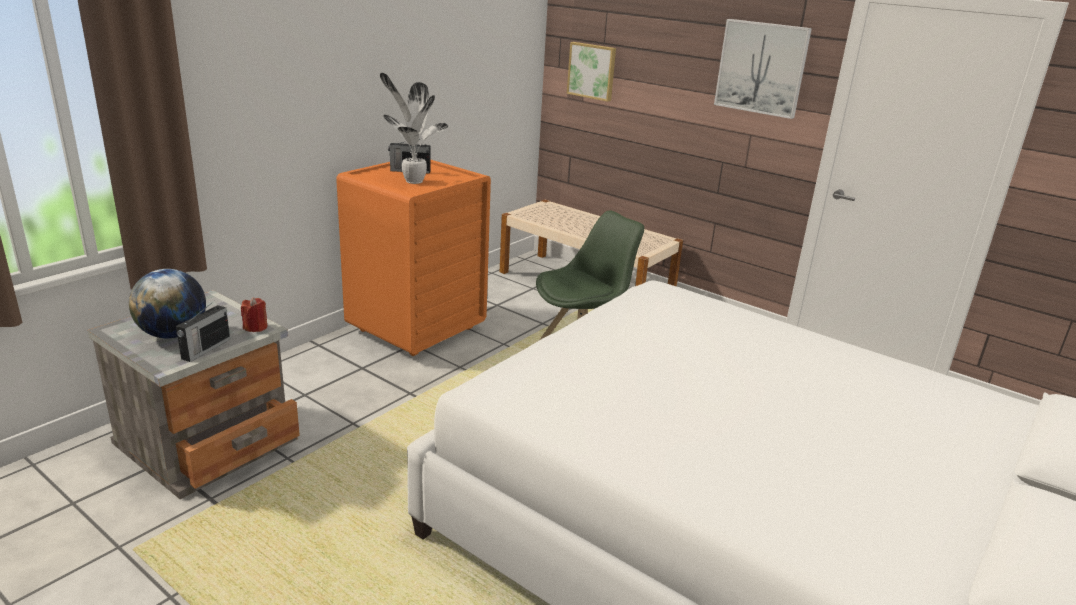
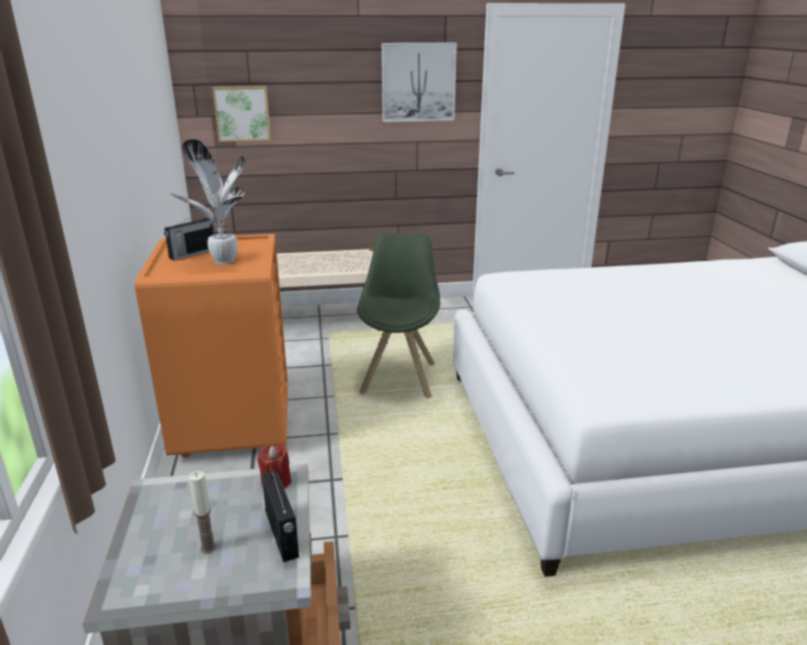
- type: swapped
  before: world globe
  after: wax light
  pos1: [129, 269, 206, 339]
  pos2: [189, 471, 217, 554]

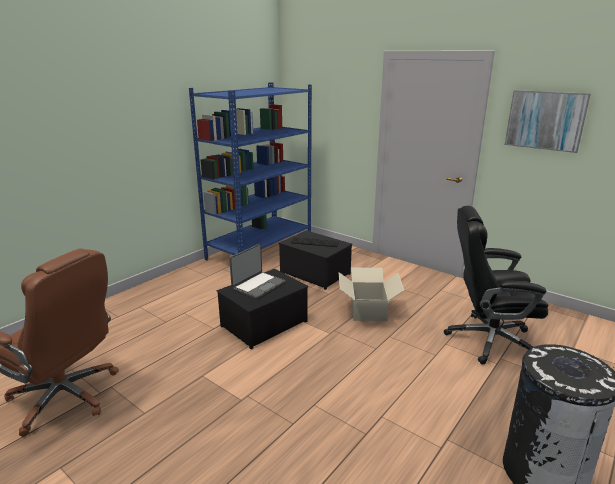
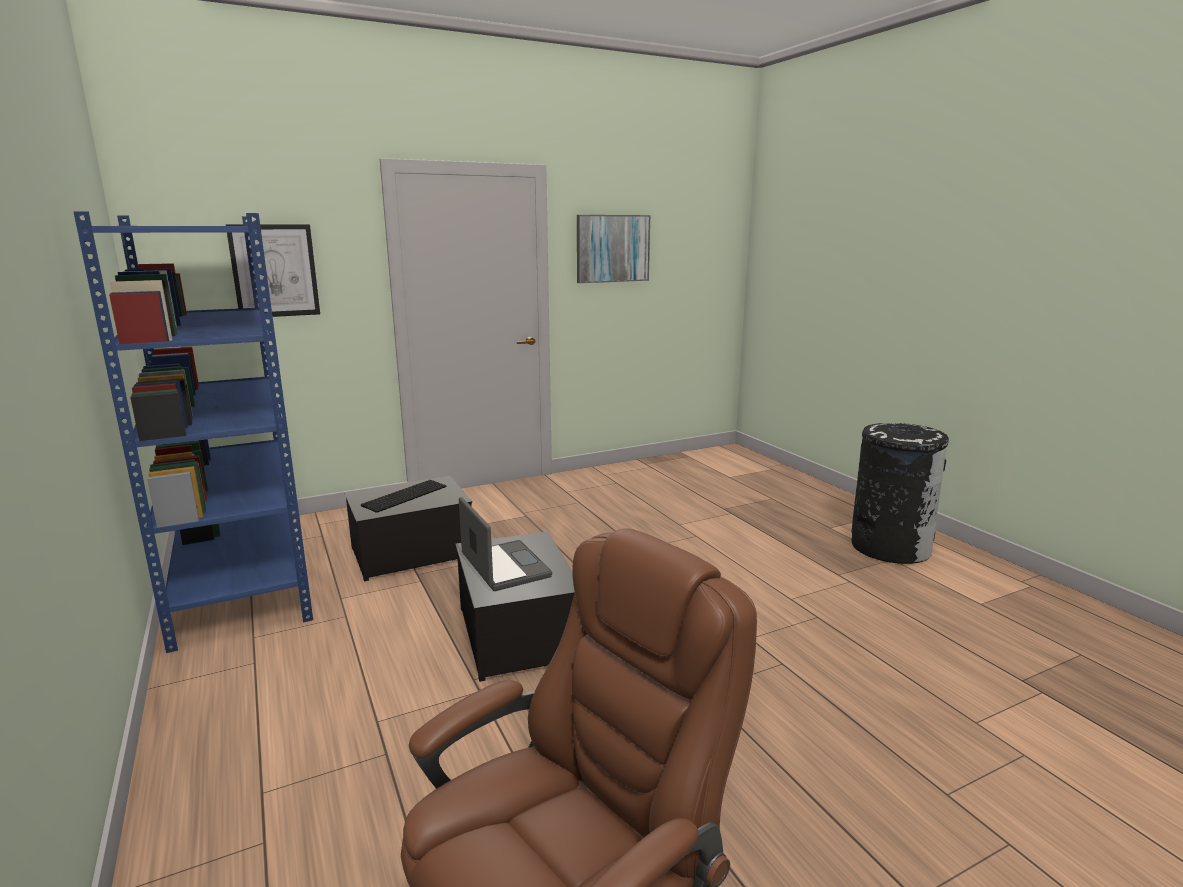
- type: new
  after: wall art
  pos2: [226, 224, 320, 317]
- type: gone
  before: packing box
  pos1: [339, 267, 404, 321]
- type: gone
  before: desk chair (blackish)
  pos1: [444, 206, 548, 365]

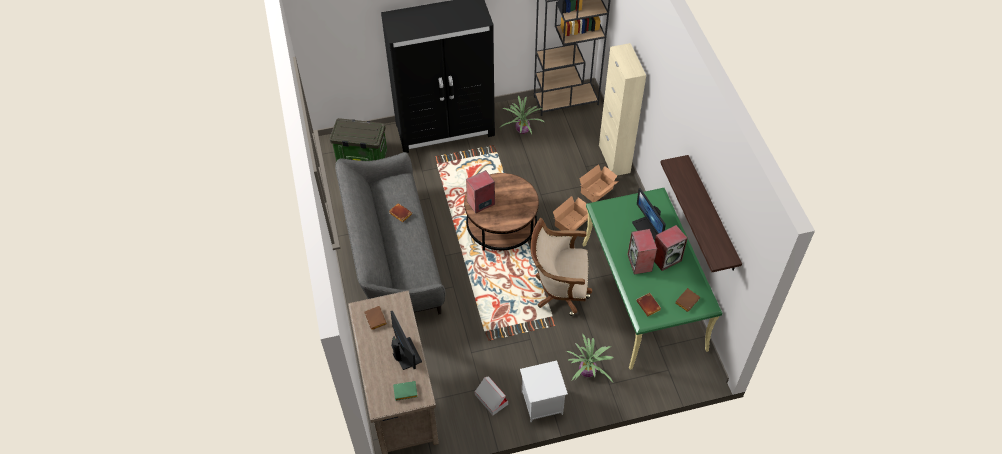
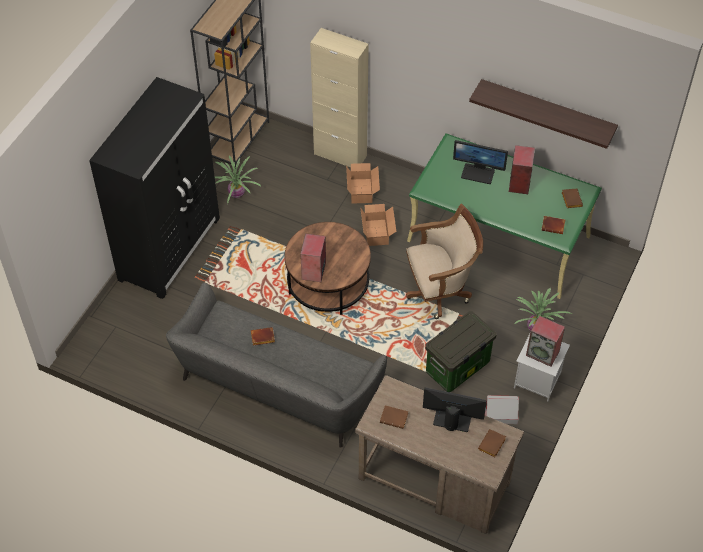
- type: rotated
  before: desk chair
  pos1: [531, 218, 592, 316]
  pos2: [406, 203, 483, 319]
  turn: -150
- type: shifted
  before: storage bin
  pos1: [330, 118, 387, 161]
  pos2: [425, 311, 497, 392]
- type: repainted
  before: book (greenish)
  after: book (brownish)
  pos1: [393, 381, 418, 401]
  pos2: [478, 429, 506, 457]
- type: shifted
  before: speaker
  pos1: [627, 229, 657, 275]
  pos2: [526, 316, 565, 367]

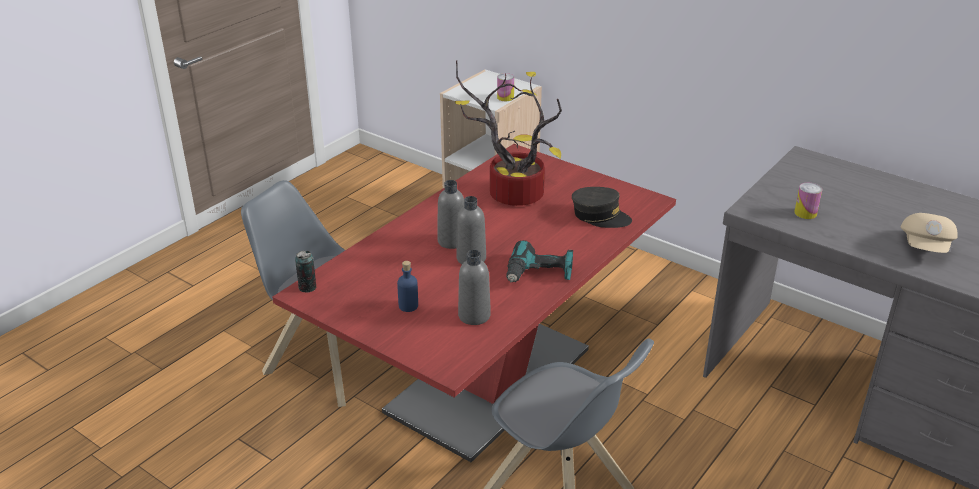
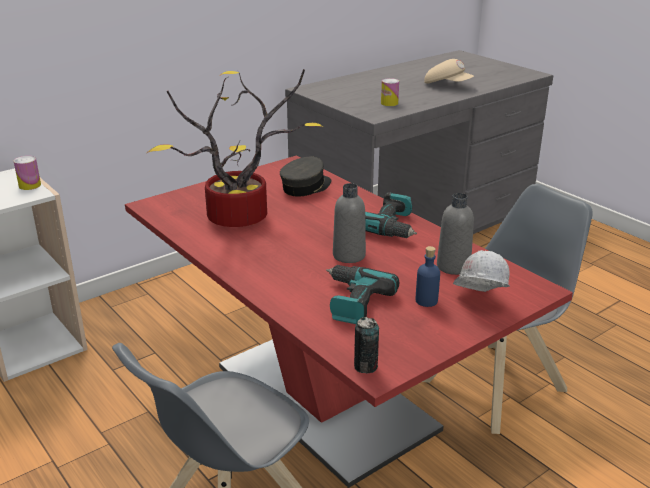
- type: new
  after: power drill
  pos2: [326, 265, 399, 324]
- type: new
  after: safety helmet (white)
  pos2: [453, 250, 510, 292]
- type: gone
  before: bottle (gray)
  pos1: [437, 180, 464, 249]

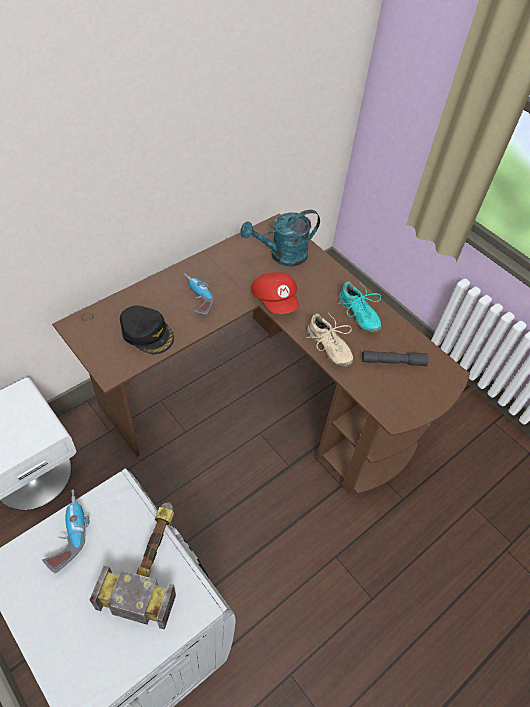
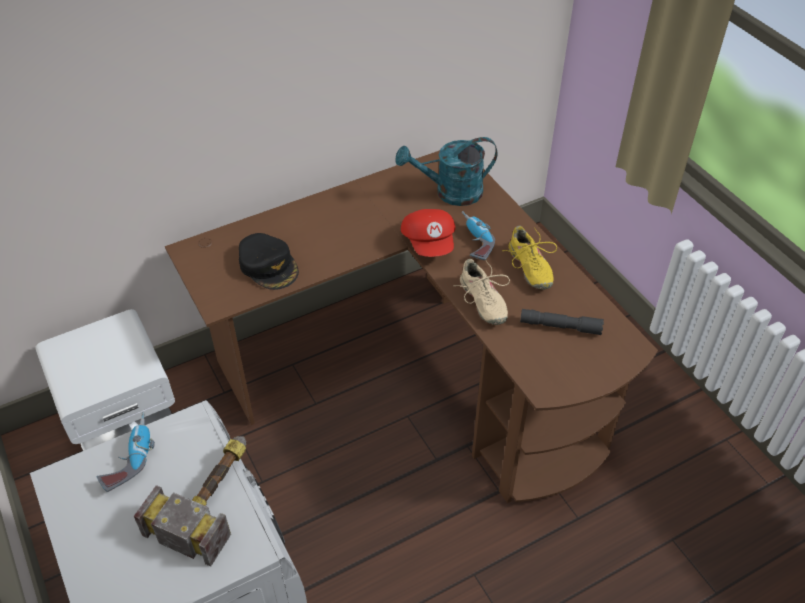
- type: shifted
  before: power drill
  pos1: [184, 273, 214, 315]
  pos2: [461, 211, 495, 260]
- type: repainted
  before: shoe (turquoise-coloured)
  after: shoe (yellowish)
  pos1: [338, 281, 381, 333]
  pos2: [502, 226, 557, 290]

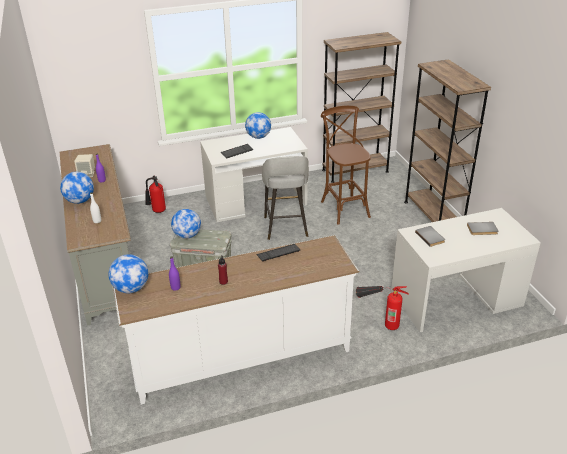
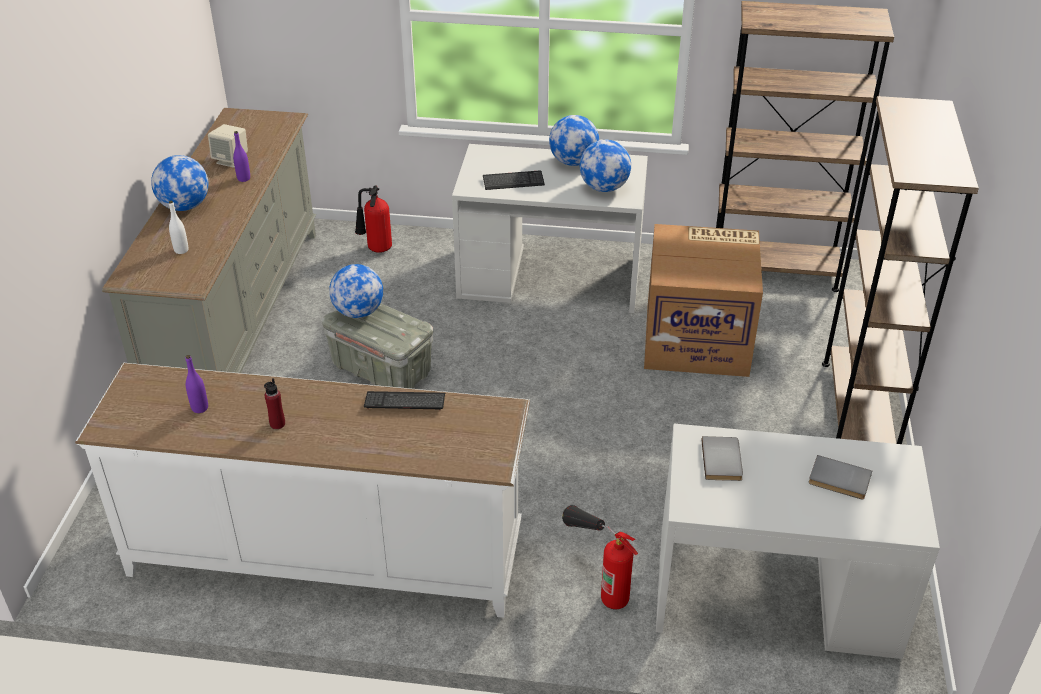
- type: shifted
  before: world globe
  pos1: [109, 254, 148, 293]
  pos2: [580, 140, 631, 192]
- type: swapped
  before: stool (brownish)
  after: packing box
  pos1: [321, 106, 371, 225]
  pos2: [644, 224, 763, 377]
- type: gone
  before: stool (gray)
  pos1: [262, 156, 309, 240]

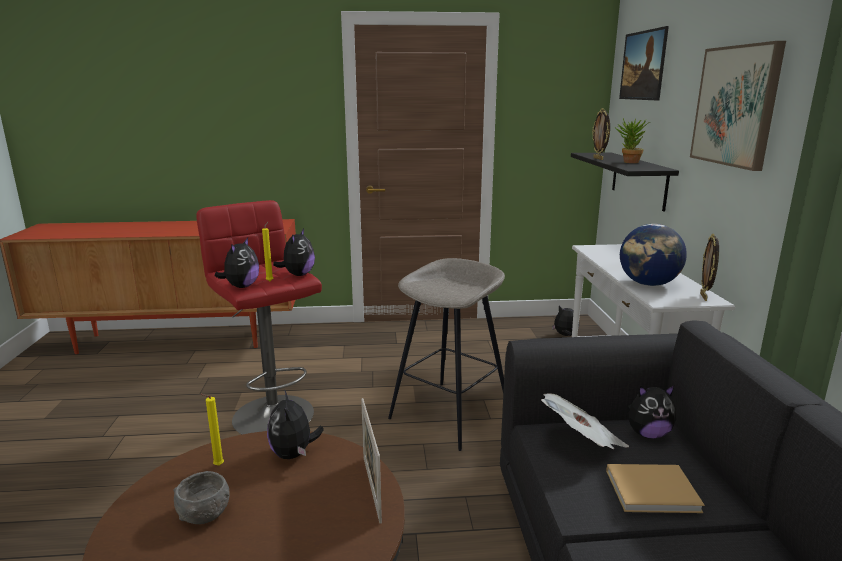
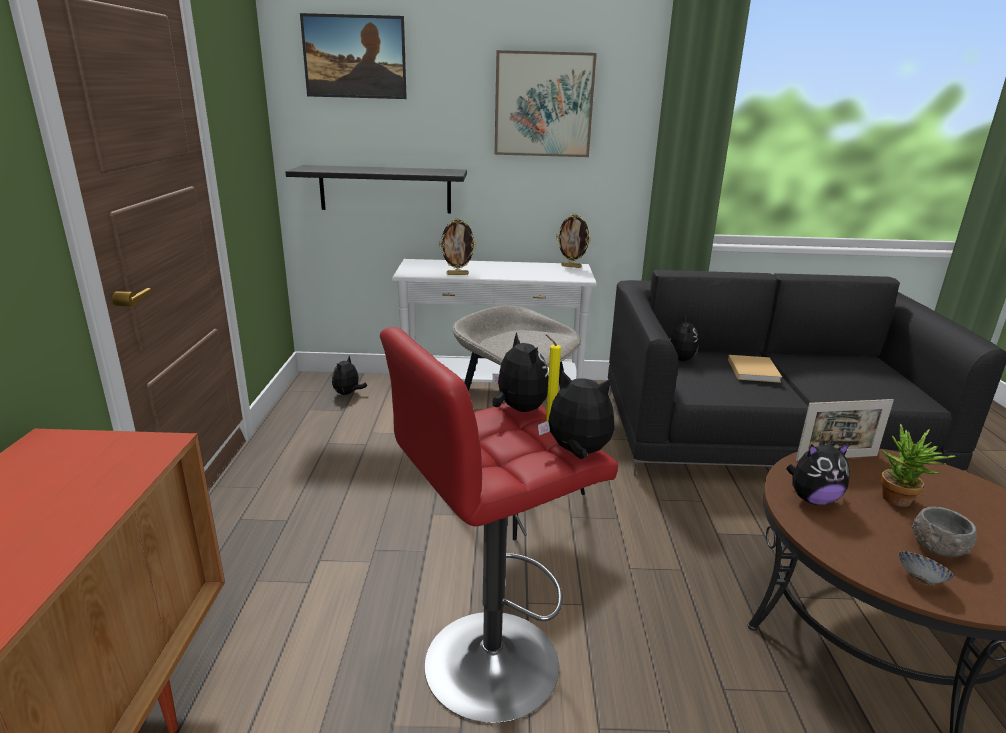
- type: shifted
  before: picture frame
  pos1: [592, 108, 610, 160]
  pos2: [439, 218, 477, 275]
- type: rotated
  before: plush toy
  pos1: [273, 229, 315, 276]
  pos2: [492, 332, 548, 412]
  turn: 45
- type: shifted
  before: plant in a pot
  pos1: [615, 118, 648, 163]
  pos2: [881, 423, 956, 507]
- type: new
  after: bowl
  pos2: [899, 551, 954, 586]
- type: gone
  before: wax light (yellowish)
  pos1: [200, 394, 224, 466]
- type: gone
  before: newspaper
  pos1: [541, 393, 629, 449]
- type: gone
  before: world globe
  pos1: [620, 224, 687, 286]

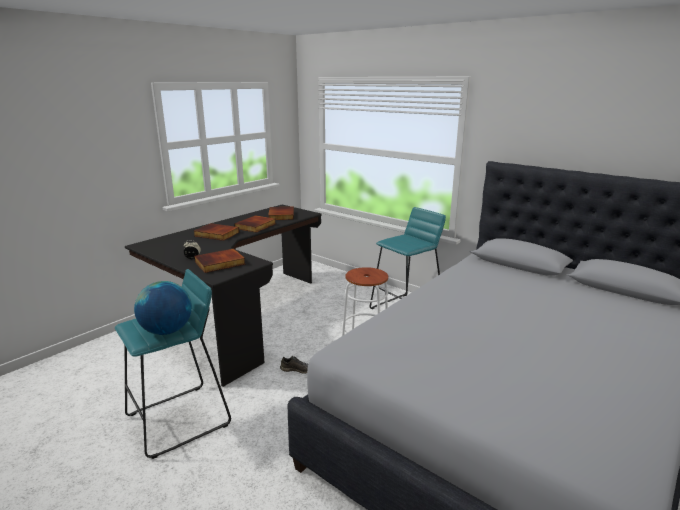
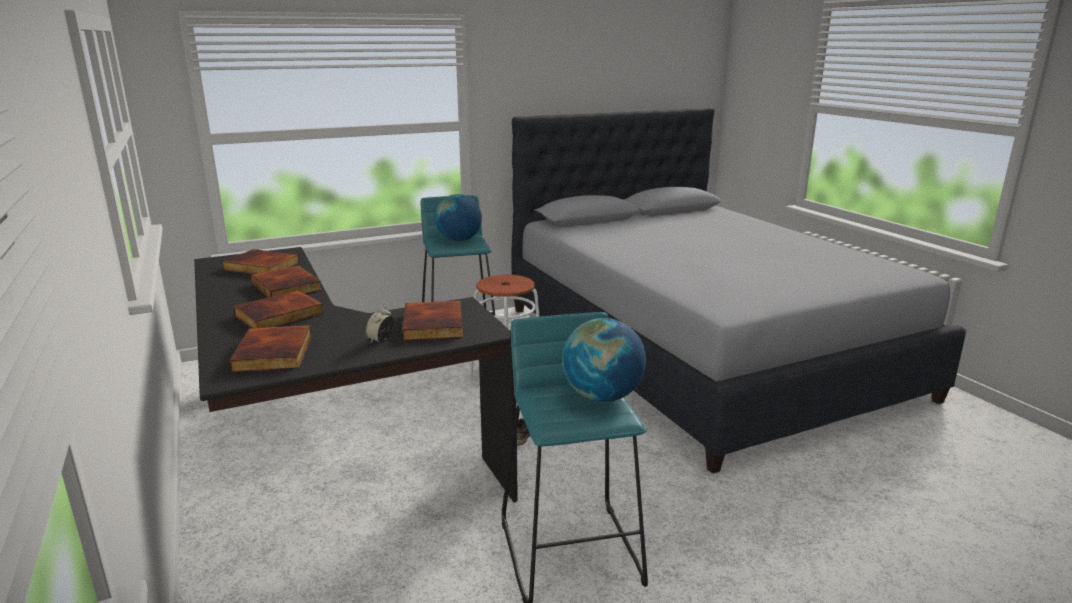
- type: new
  after: book
  pos2: [229, 325, 312, 373]
- type: new
  after: world globe
  pos2: [435, 194, 482, 241]

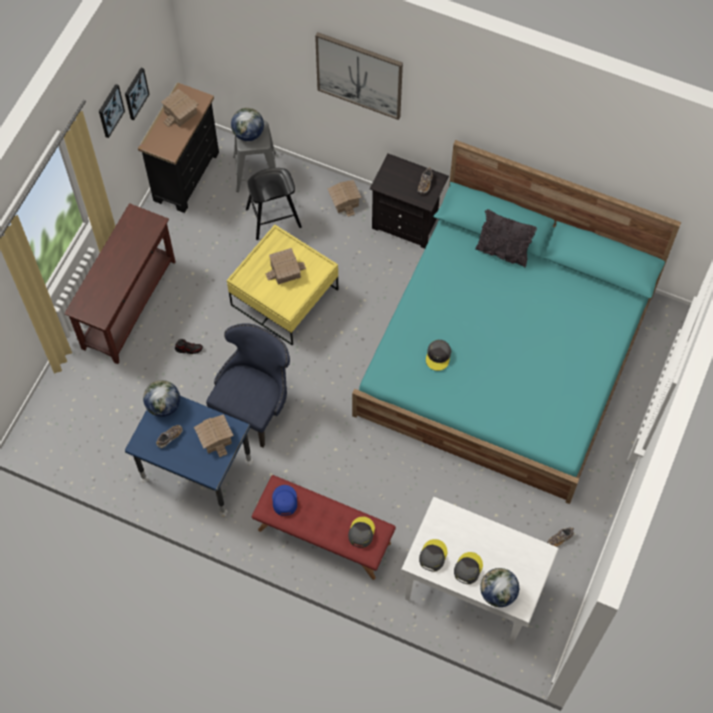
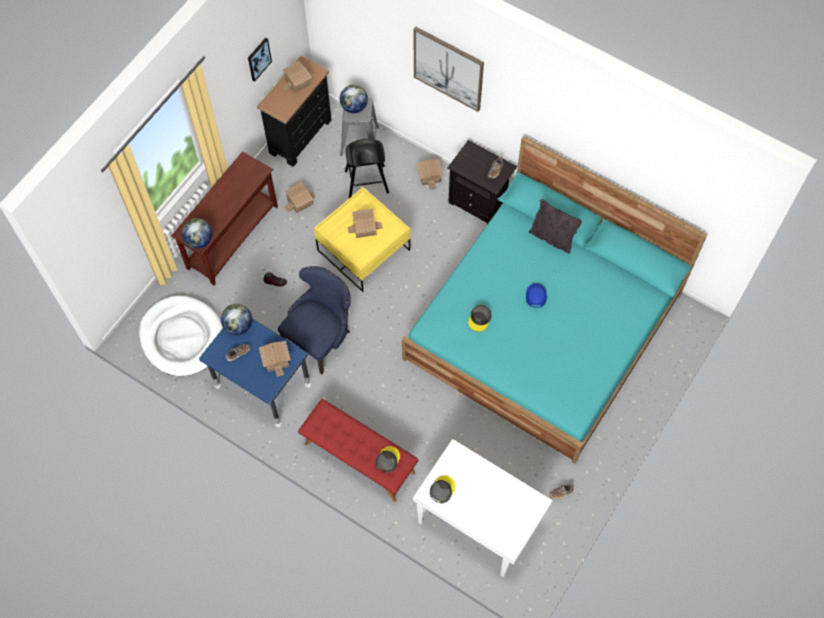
- type: new
  after: pet bed (white)
  pos2: [139, 296, 223, 376]
- type: shifted
  before: world globe
  pos1: [480, 568, 519, 607]
  pos2: [182, 218, 212, 249]
- type: new
  after: miniature house
  pos2: [285, 182, 316, 213]
- type: shifted
  before: baseball cap (blue-coloured)
  pos1: [272, 485, 297, 516]
  pos2: [526, 283, 547, 308]
- type: gone
  before: wall art
  pos1: [99, 84, 125, 138]
- type: gone
  before: baseball cap (gray)
  pos1: [454, 552, 483, 584]

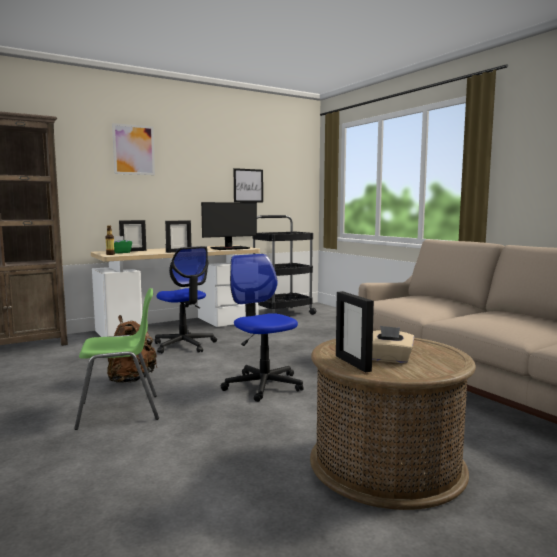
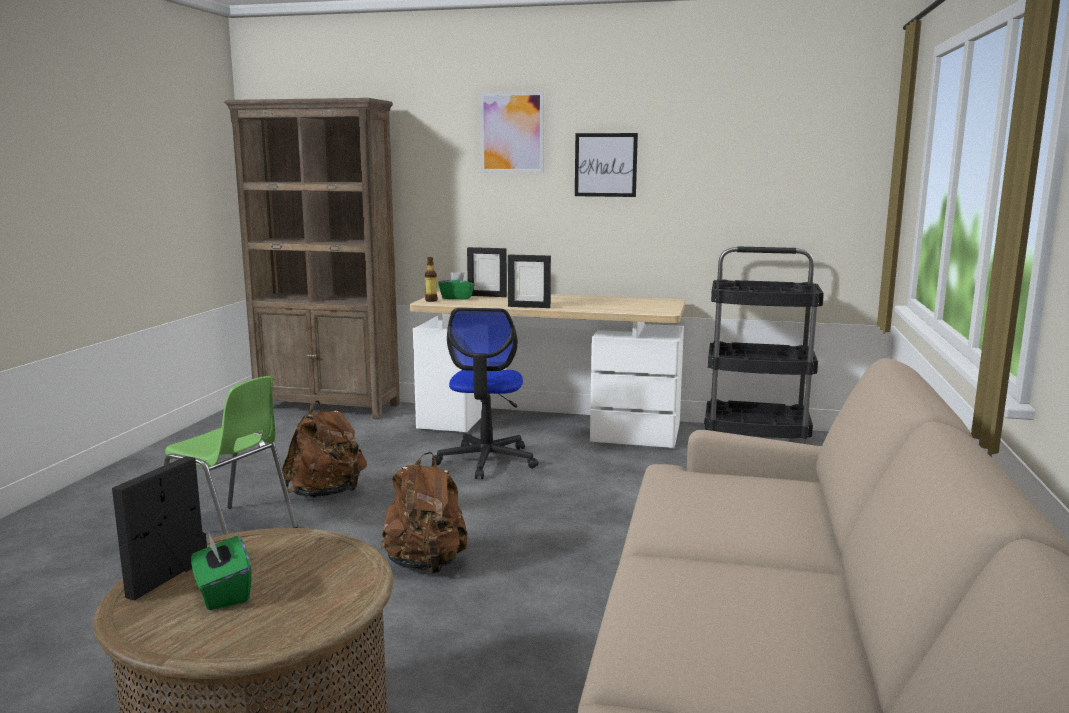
- type: repainted
  before: tissue box (beige)
  after: tissue box (greenish)
  pos1: [372, 326, 414, 363]
  pos2: [191, 533, 251, 610]
- type: swapped
  before: desk chair
  after: rucksack (brownish)
  pos1: [221, 254, 303, 402]
  pos2: [381, 452, 468, 574]
- type: shifted
  before: wall art
  pos1: [234, 168, 263, 203]
  pos2: [575, 133, 638, 197]
- type: gone
  before: monitor
  pos1: [201, 202, 257, 250]

